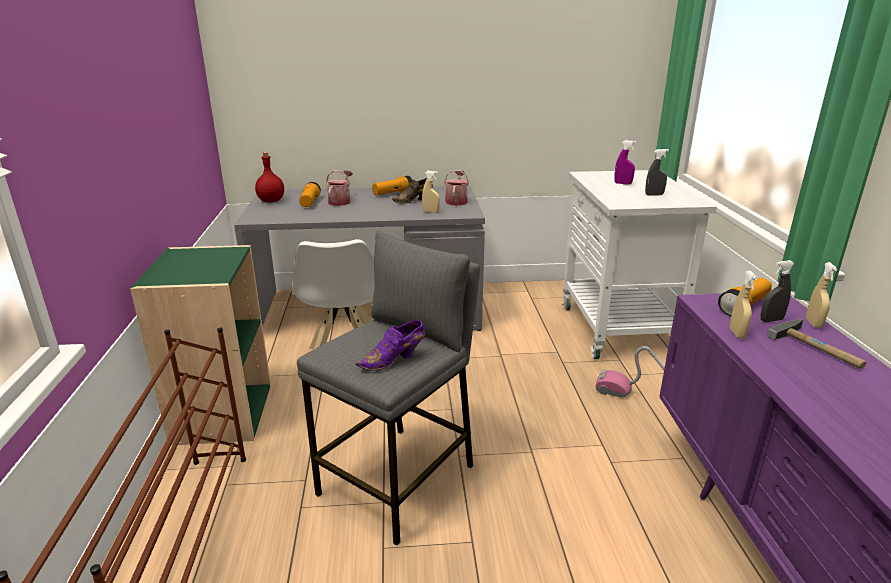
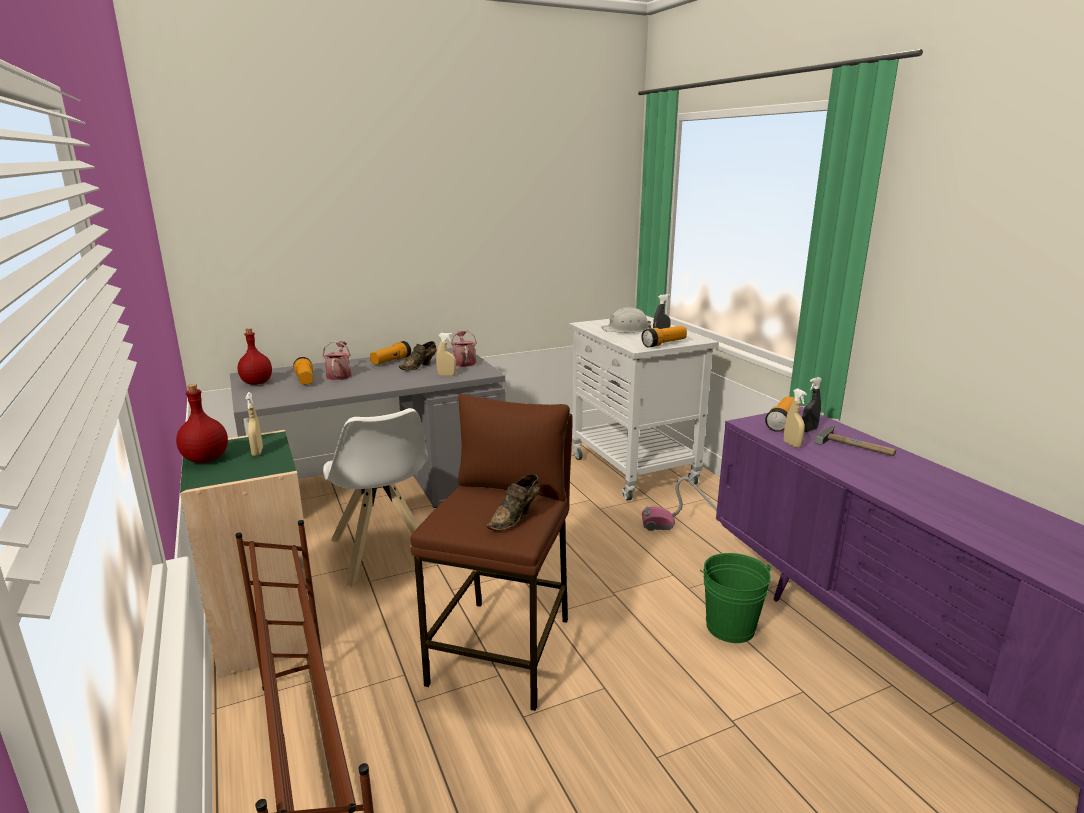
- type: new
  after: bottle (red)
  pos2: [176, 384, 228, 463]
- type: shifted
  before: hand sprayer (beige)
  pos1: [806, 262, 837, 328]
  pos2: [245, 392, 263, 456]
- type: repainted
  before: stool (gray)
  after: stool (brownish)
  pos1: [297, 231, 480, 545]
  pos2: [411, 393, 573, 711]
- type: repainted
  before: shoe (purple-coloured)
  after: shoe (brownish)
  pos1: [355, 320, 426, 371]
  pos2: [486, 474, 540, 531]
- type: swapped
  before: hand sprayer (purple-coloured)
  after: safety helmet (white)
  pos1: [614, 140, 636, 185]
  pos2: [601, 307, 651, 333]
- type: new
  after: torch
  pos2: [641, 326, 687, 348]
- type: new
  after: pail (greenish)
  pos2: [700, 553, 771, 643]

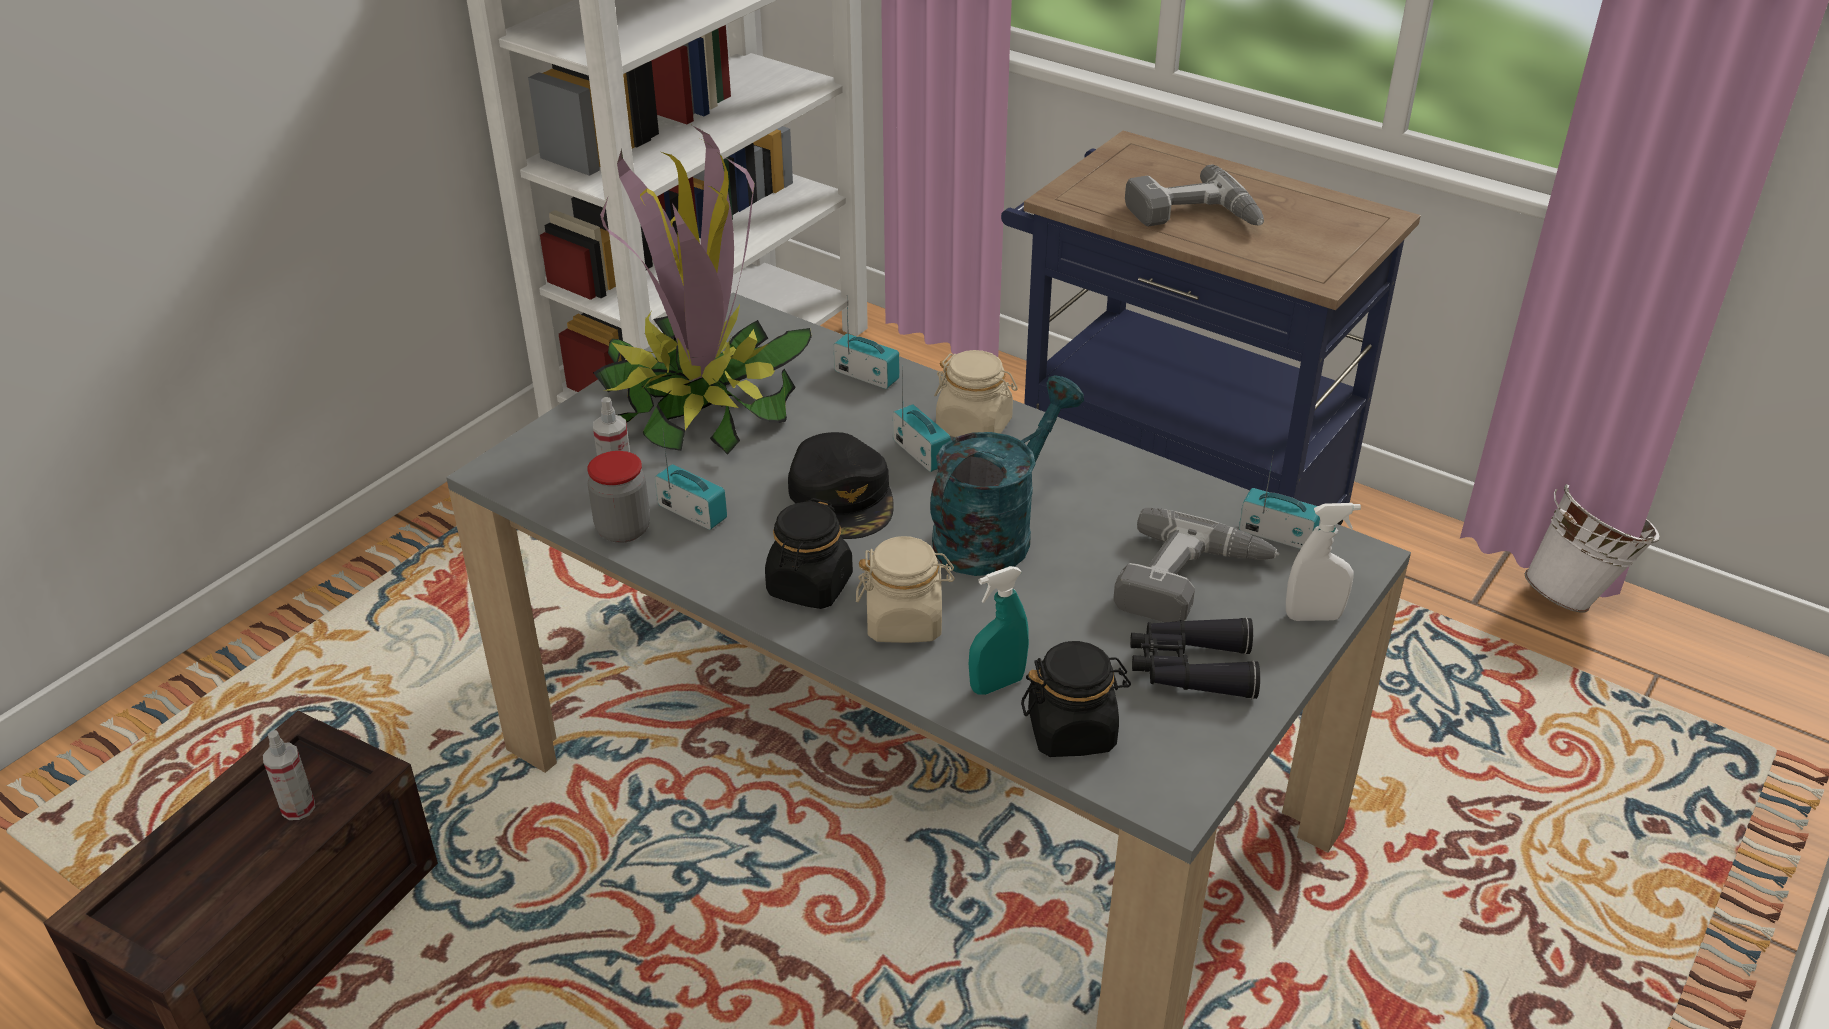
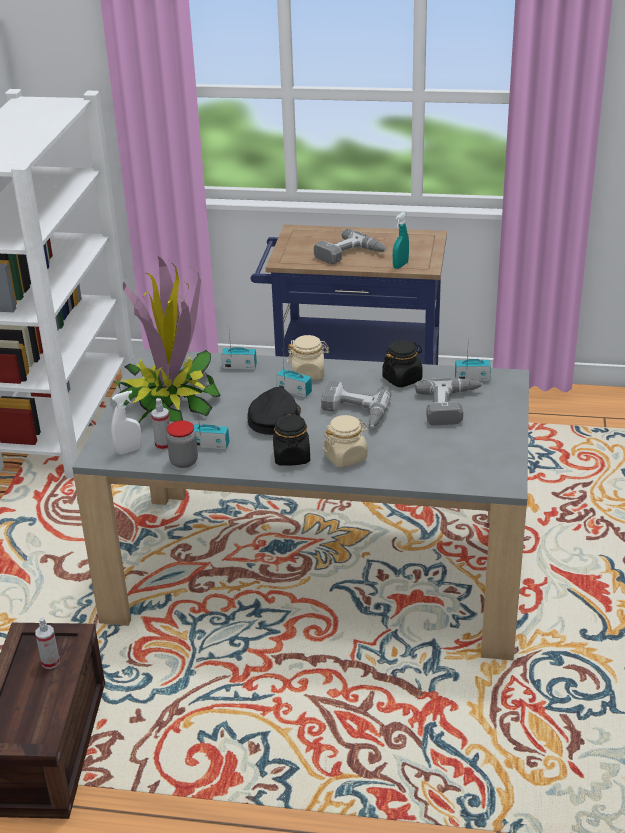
- type: shifted
  before: hand sprayer (white)
  pos1: [1286, 503, 1361, 621]
  pos2: [111, 390, 142, 455]
- type: rotated
  before: baseball cap (blackish)
  pos1: [788, 432, 894, 539]
  pos2: [247, 387, 301, 435]
  turn: -120
- type: swapped
  before: watering pot (turquoise-coloured)
  after: power drill
  pos1: [930, 375, 1084, 576]
  pos2: [321, 381, 391, 428]
- type: shifted
  before: storage jar (blackish)
  pos1: [1021, 641, 1131, 757]
  pos2: [382, 340, 423, 387]
- type: shifted
  before: hand sprayer (turquoise-coloured)
  pos1: [969, 566, 1029, 695]
  pos2: [393, 212, 409, 269]
- type: gone
  before: field glasses (blackish)
  pos1: [1130, 617, 1260, 699]
- type: gone
  before: pail (white)
  pos1: [1524, 484, 1659, 612]

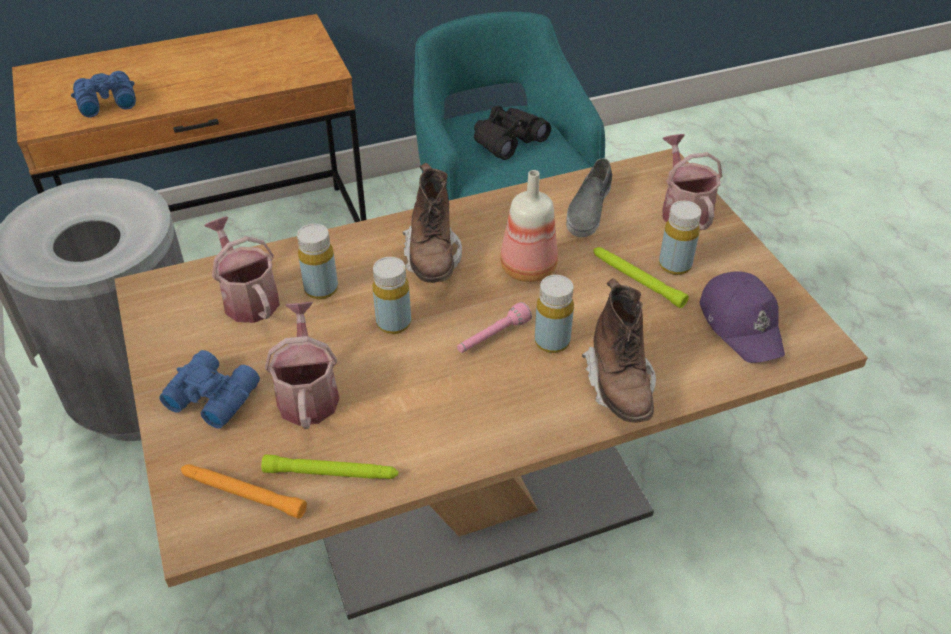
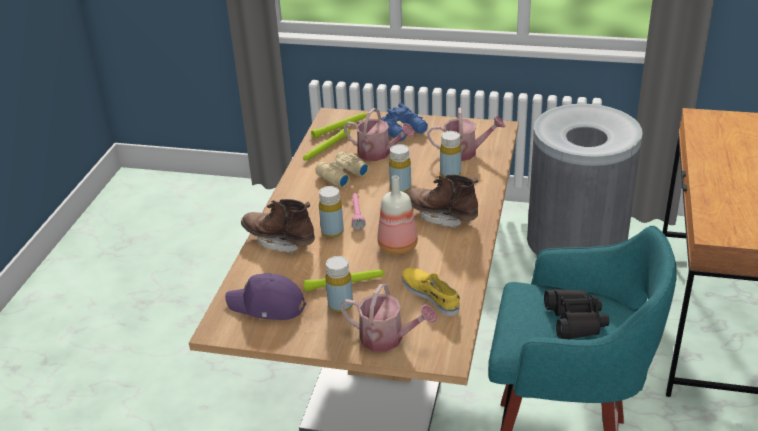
- type: repainted
  before: torch (orange)
  after: torch (greenish)
  pos1: [181, 464, 307, 519]
  pos2: [311, 113, 367, 138]
- type: new
  after: field glasses (beige)
  pos2: [316, 152, 369, 187]
- type: repainted
  before: shoe (gray)
  after: shoe (yellowish)
  pos1: [566, 158, 612, 237]
  pos2: [402, 268, 460, 316]
- type: gone
  before: field glasses (blue-coloured)
  pos1: [71, 71, 136, 117]

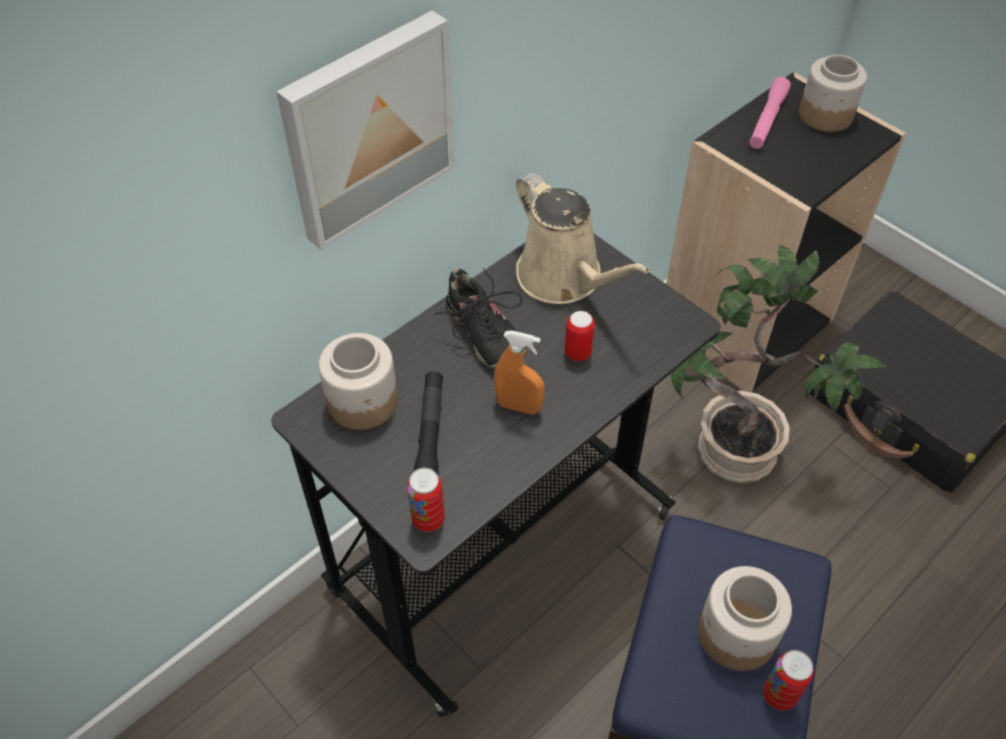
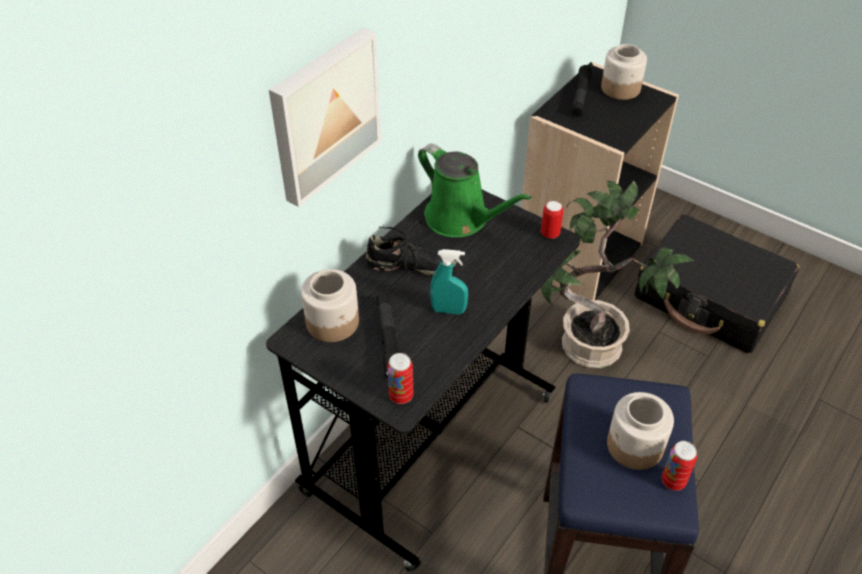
- type: rotated
  before: shoe (blackish)
  pos1: [434, 268, 522, 369]
  pos2: [366, 220, 457, 275]
  turn: -45
- type: repainted
  before: watering pot (beige)
  after: watering pot (greenish)
  pos1: [516, 173, 650, 304]
  pos2: [418, 144, 532, 238]
- type: repainted
  before: hand sprayer (orange)
  after: hand sprayer (turquoise-coloured)
  pos1: [494, 330, 545, 415]
  pos2: [430, 249, 468, 314]
- type: shifted
  before: can
  pos1: [565, 311, 595, 361]
  pos2: [541, 201, 564, 239]
- type: repainted
  before: torch (pinkish)
  after: torch (blackish)
  pos1: [749, 77, 791, 149]
  pos2: [571, 65, 592, 116]

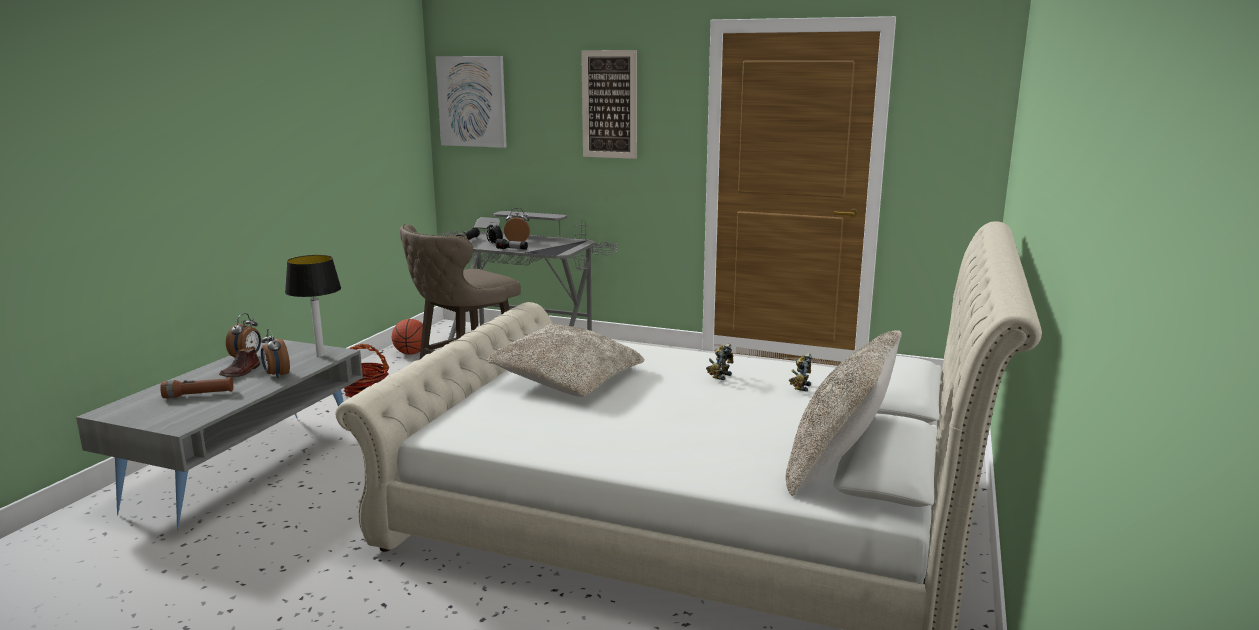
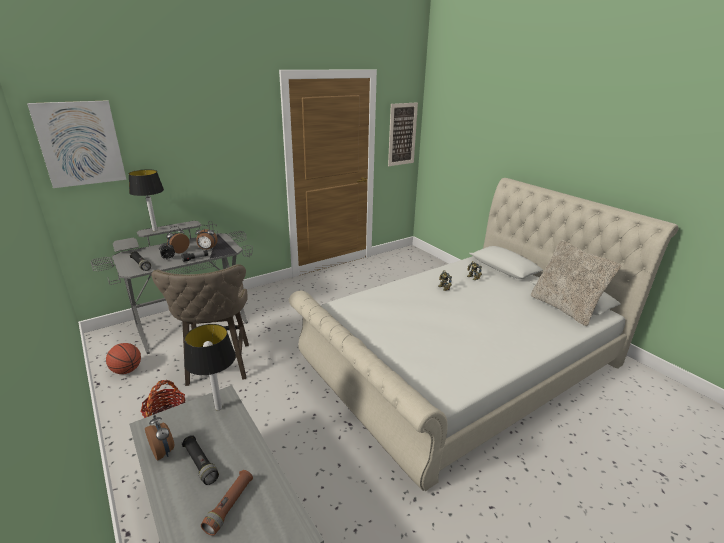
- type: new
  after: lamp for a table
  pos2: [129, 169, 164, 231]
- type: swapped
  before: shoe (brownish)
  after: torch (blackish)
  pos1: [219, 346, 260, 377]
  pos2: [182, 435, 219, 485]
- type: shifted
  before: bedside clock
  pos1: [261, 329, 290, 378]
  pos2: [195, 225, 218, 250]
- type: shifted
  before: wall art
  pos1: [581, 50, 637, 159]
  pos2: [388, 102, 418, 166]
- type: gone
  before: throw pillow (beige)
  pos1: [487, 324, 644, 397]

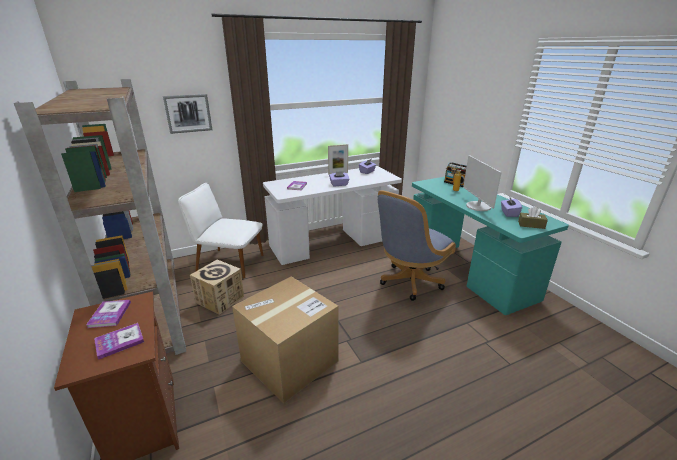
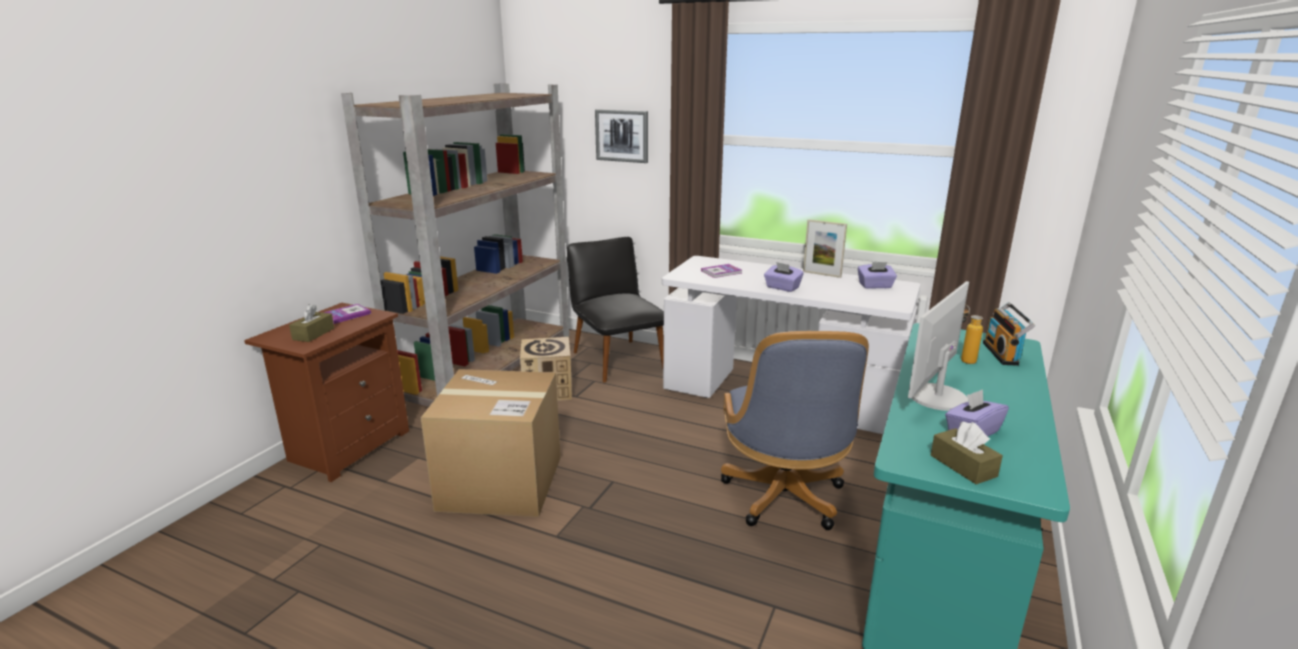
- type: swapped
  before: book
  after: tissue box (brownish)
  pos1: [94, 323, 144, 360]
  pos2: [289, 304, 334, 342]
- type: repainted
  before: upright chair (white)
  after: upright chair (blackish)
  pos1: [178, 183, 264, 278]
  pos2: [567, 237, 664, 382]
- type: rotated
  before: desk chair (blue-coloured)
  pos1: [378, 190, 456, 301]
  pos2: [721, 331, 869, 530]
  turn: -90

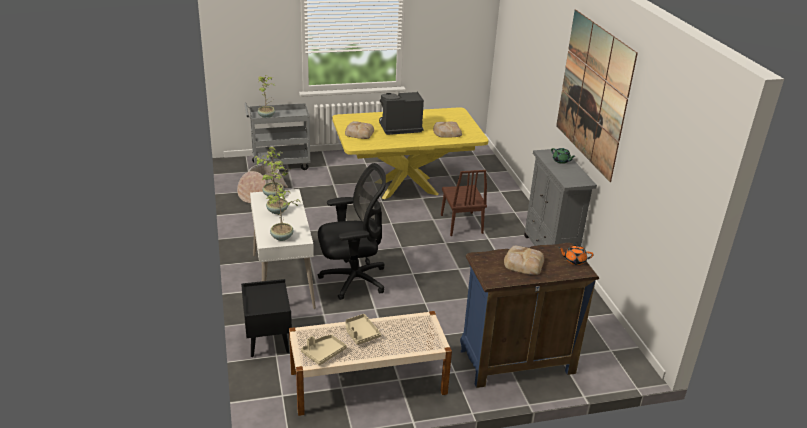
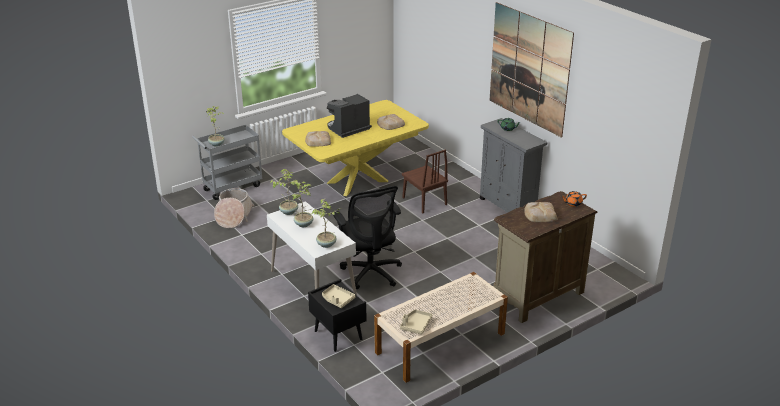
- type: shifted
  before: carrying tray (beige)
  pos1: [345, 314, 381, 345]
  pos2: [322, 284, 356, 308]
- type: rotated
  before: desk chair (blackish)
  pos1: [318, 163, 386, 300]
  pos2: [333, 186, 402, 289]
  turn: 105
- type: repainted
  before: drawer chest (blue-coloured)
  after: drawer chest (beige)
  pos1: [460, 243, 599, 388]
  pos2: [493, 191, 597, 323]

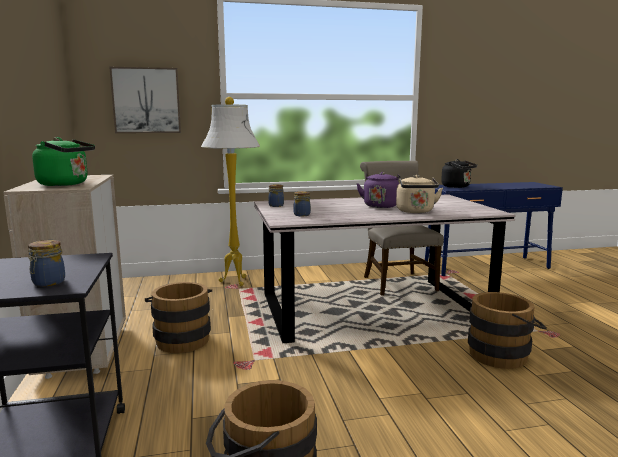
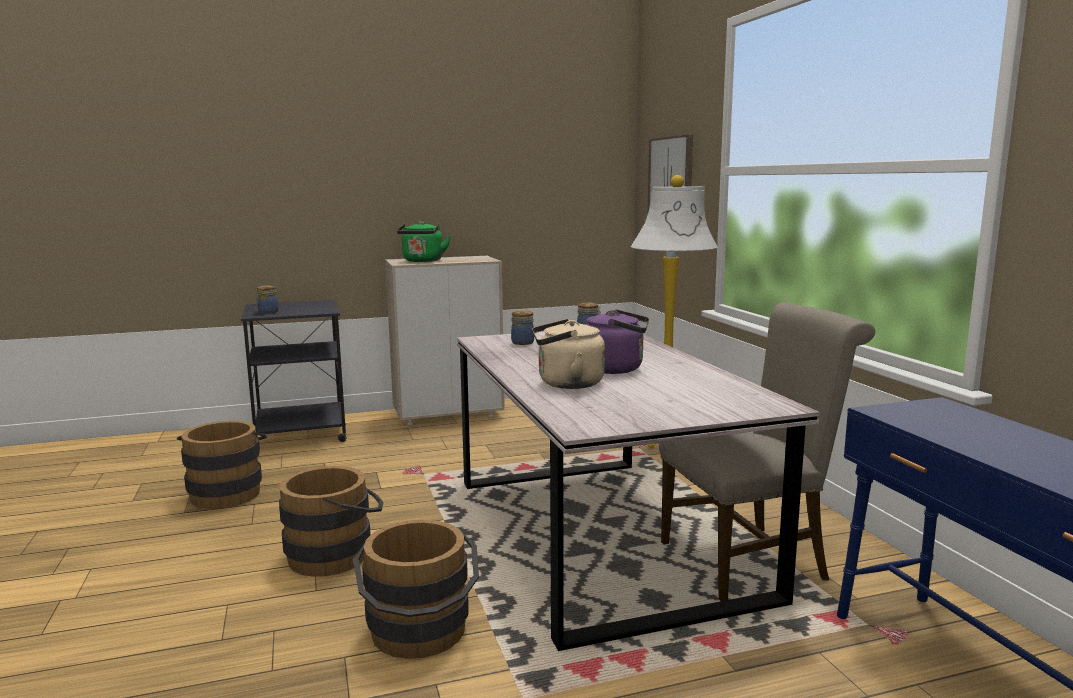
- type: shifted
  before: pail (brownish)
  pos1: [145, 282, 212, 353]
  pos2: [279, 466, 384, 577]
- type: gone
  before: tea kettle (blackish)
  pos1: [441, 159, 477, 188]

